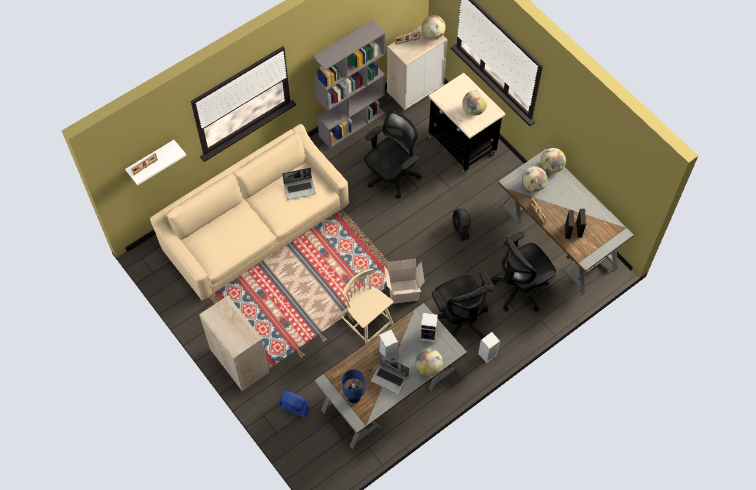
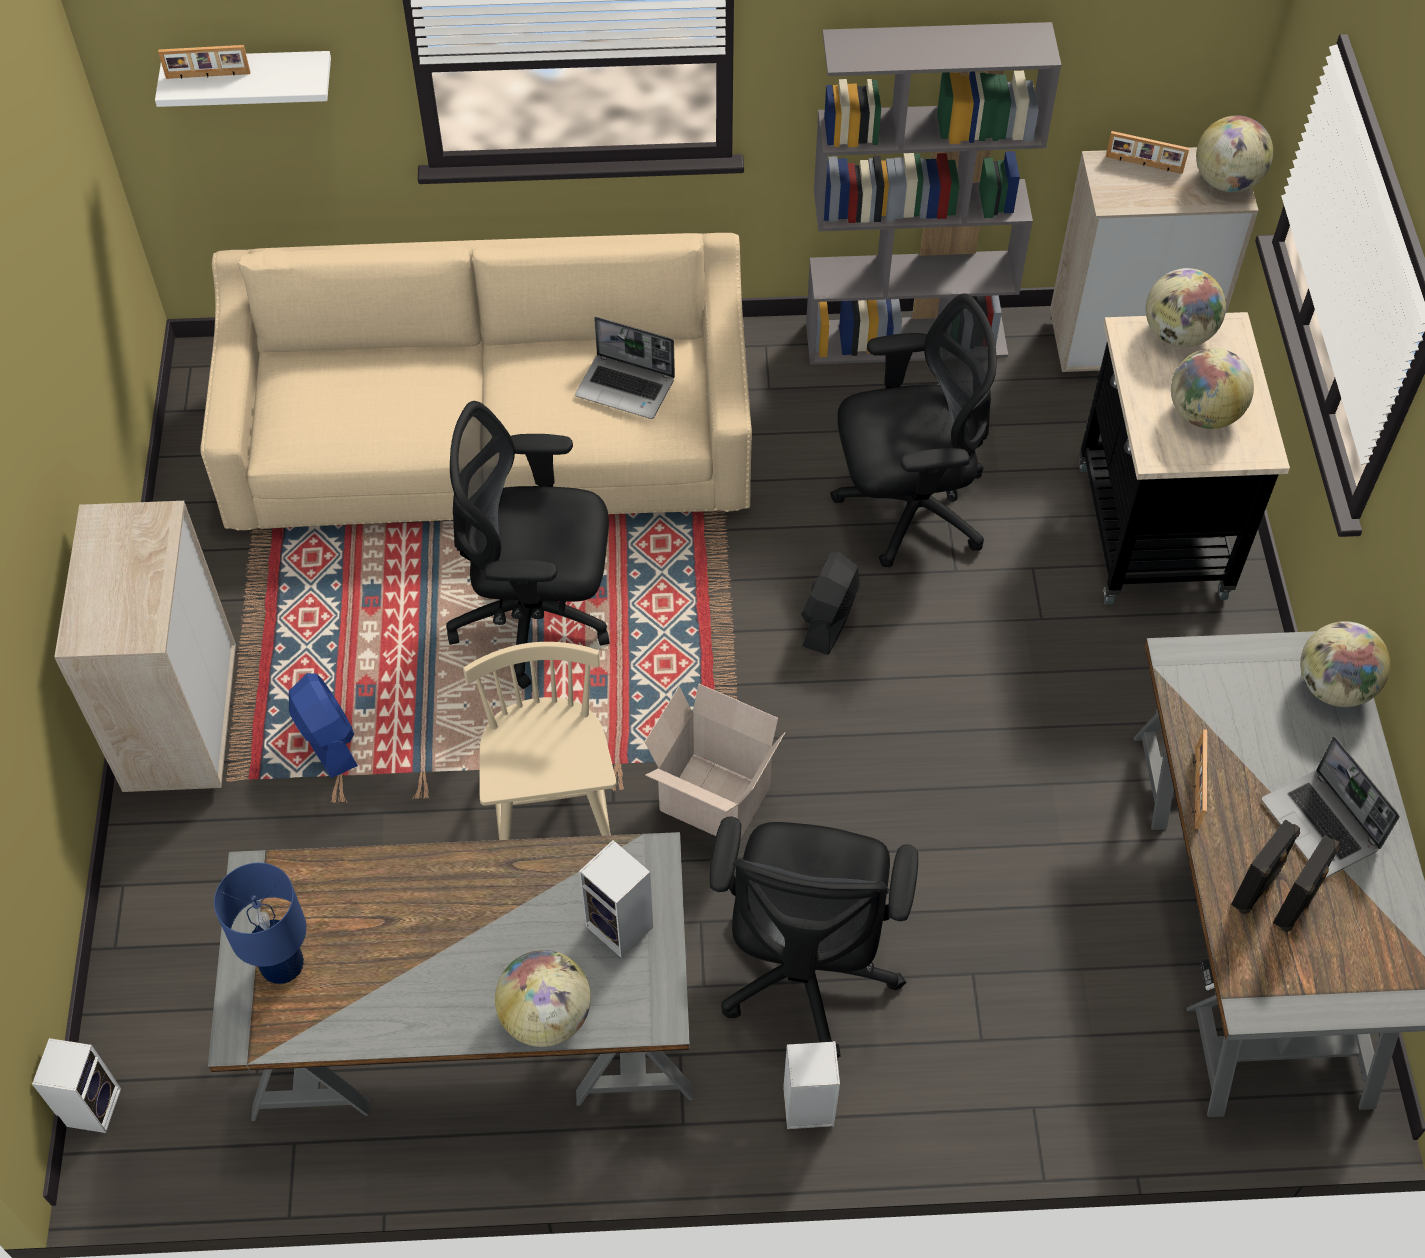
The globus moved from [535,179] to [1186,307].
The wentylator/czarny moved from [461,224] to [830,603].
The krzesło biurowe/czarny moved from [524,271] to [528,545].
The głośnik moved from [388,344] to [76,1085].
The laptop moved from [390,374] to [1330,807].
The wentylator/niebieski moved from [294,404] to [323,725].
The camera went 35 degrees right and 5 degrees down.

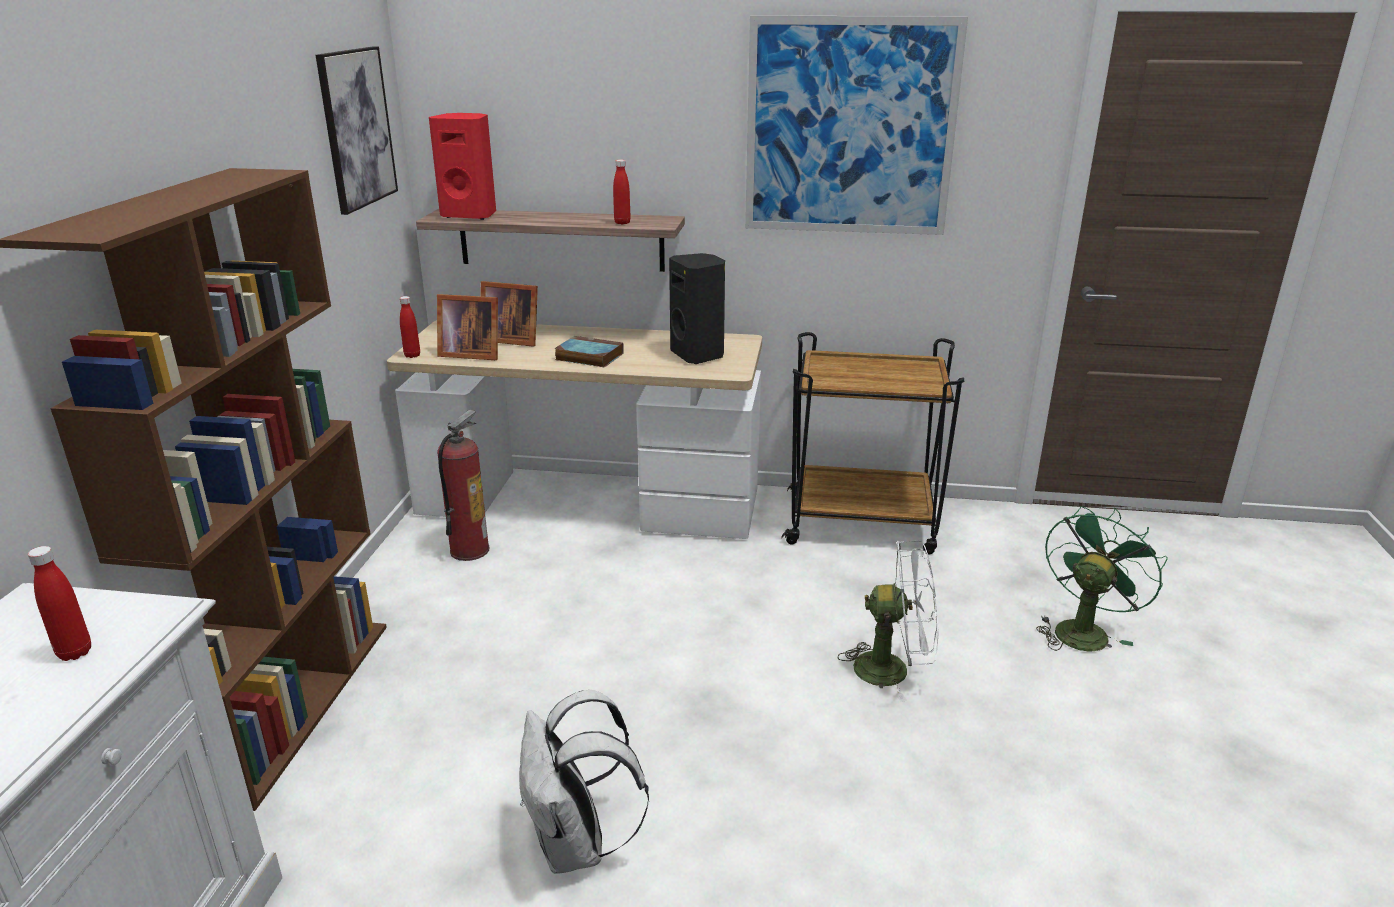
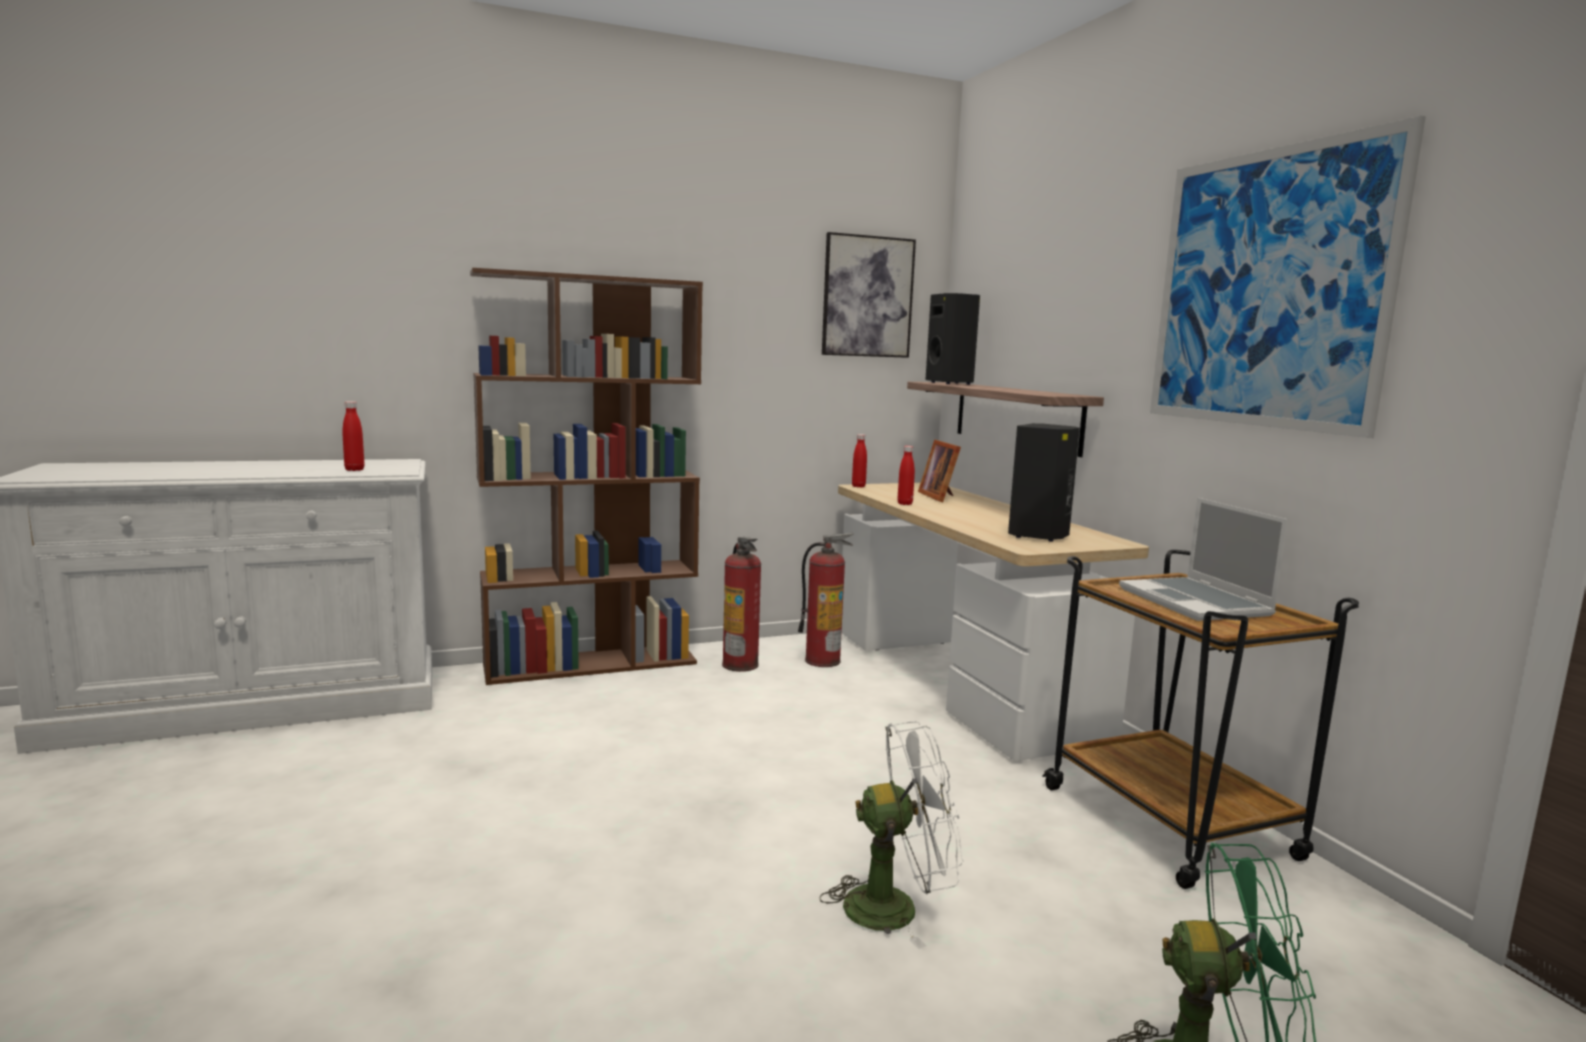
The głośnik/czerwony at [462,166] became the głośnik/czarny at [952,339].
The butelka/czerwony moved from [622,191] to [906,475].
The ramka na zdjęcie at [467,327] disappeared.
The książka at [589,351] disappeared.
The wentylator/biały at [888,621] turned 75 degrees counterclockwise.
The plecak/biały at [584,782] disappeared.
The laptop at [1203,559] appeared.
The gaśnica at [741,604] appeared.
The camera went 60 degrees right and 15 degrees down.

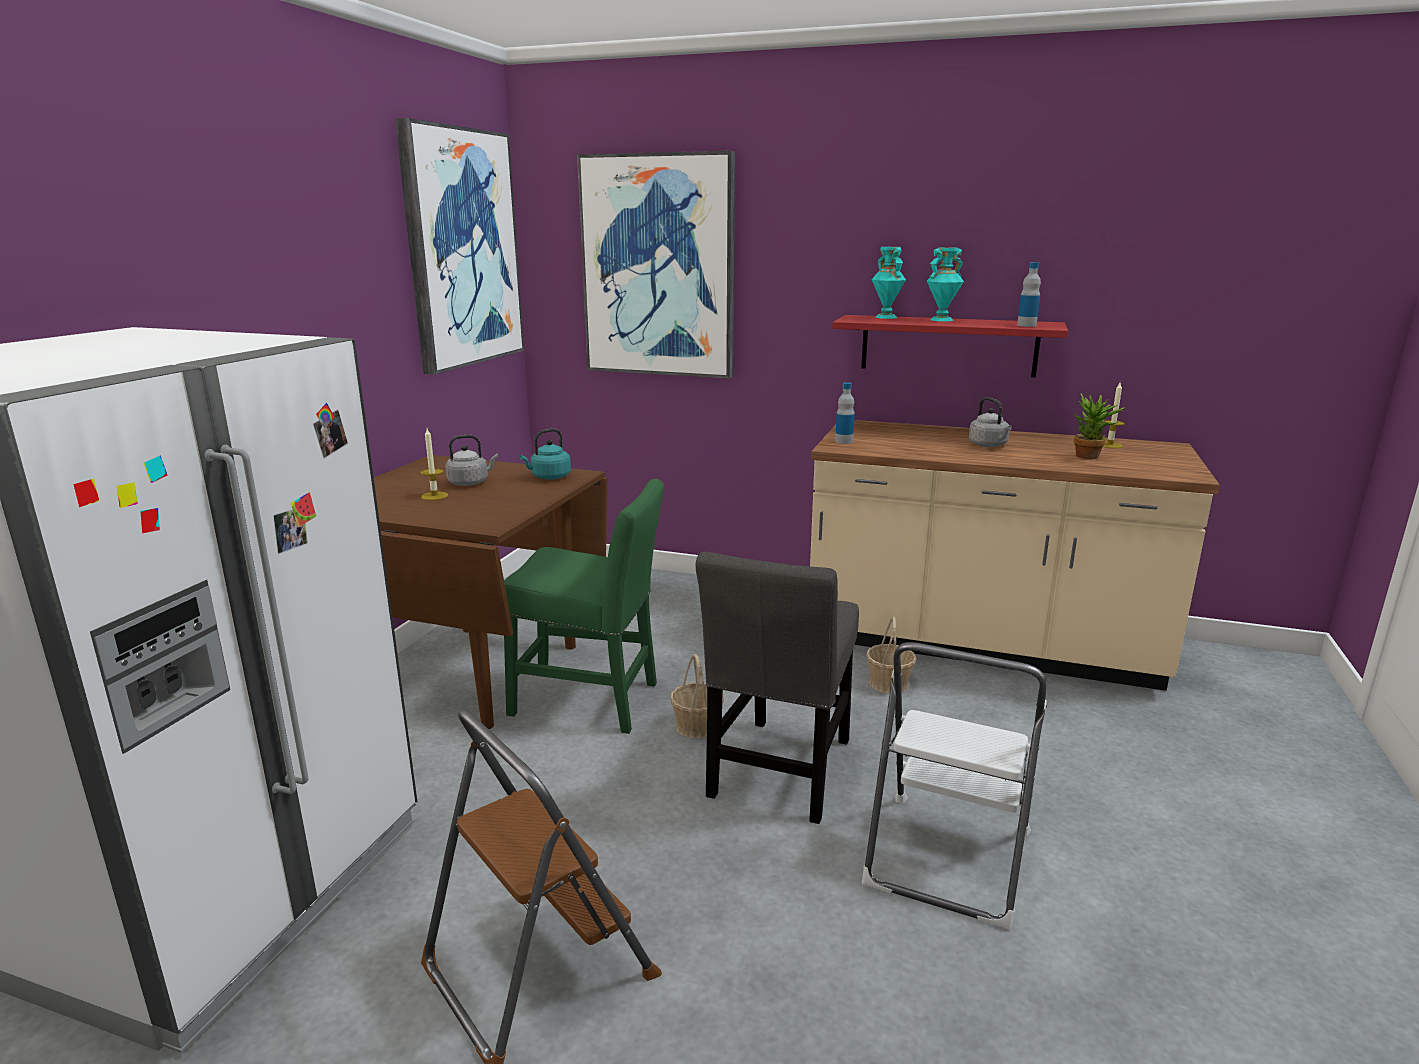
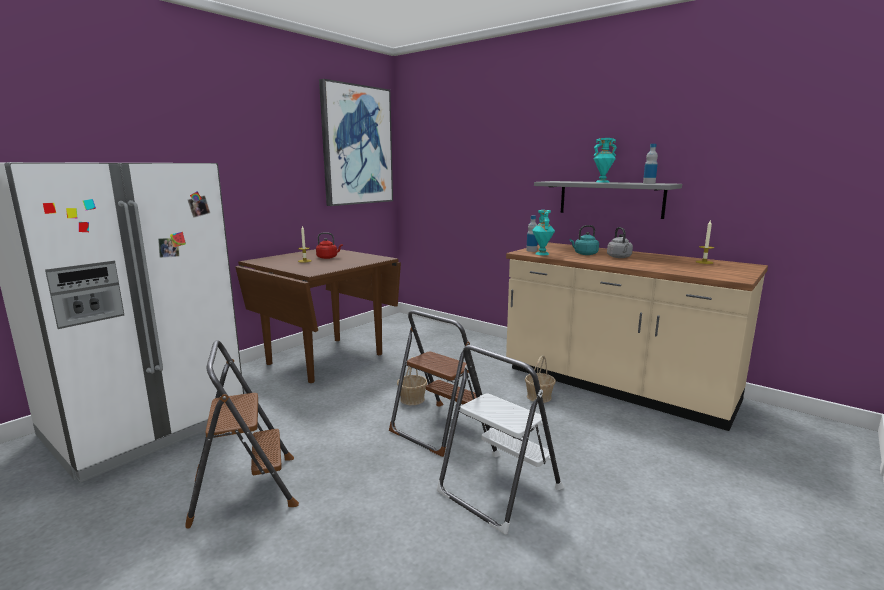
The obraz at [656,264] disappeared.
The wazon/turkusowy moved from [889,283] to [543,232].
The półka/czerwony at [950,346] became the półka/szary at [608,200].
The roślina doniczkowa at [1099,426] disappeared.
The czajnik/turkusowy moved from [545,454] to [584,240].
The czajnik/szary at [471,460] became the czajnik/czerwony at [329,245].
The krzesło/zielony at [584,606] disappeared.
The krzesło/szary at [777,688] was replaced by the drabinka/brązowy at [435,383].
The camera went 20 degrees right and 5 degrees down.

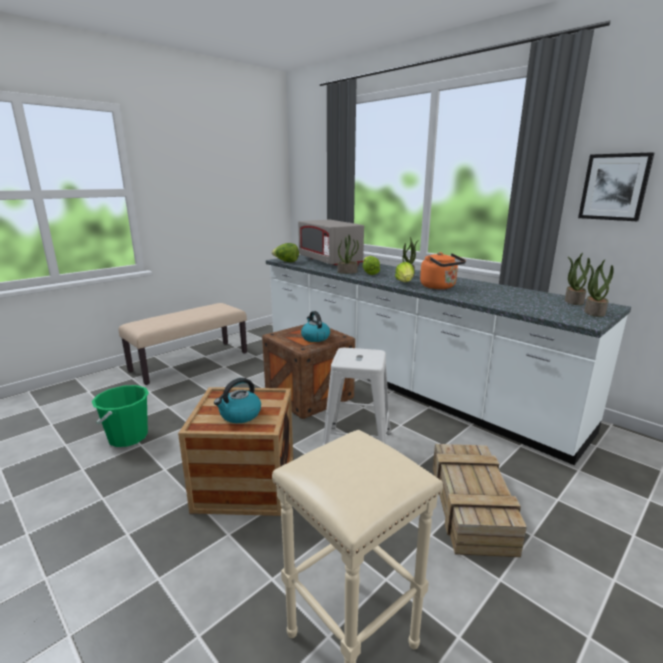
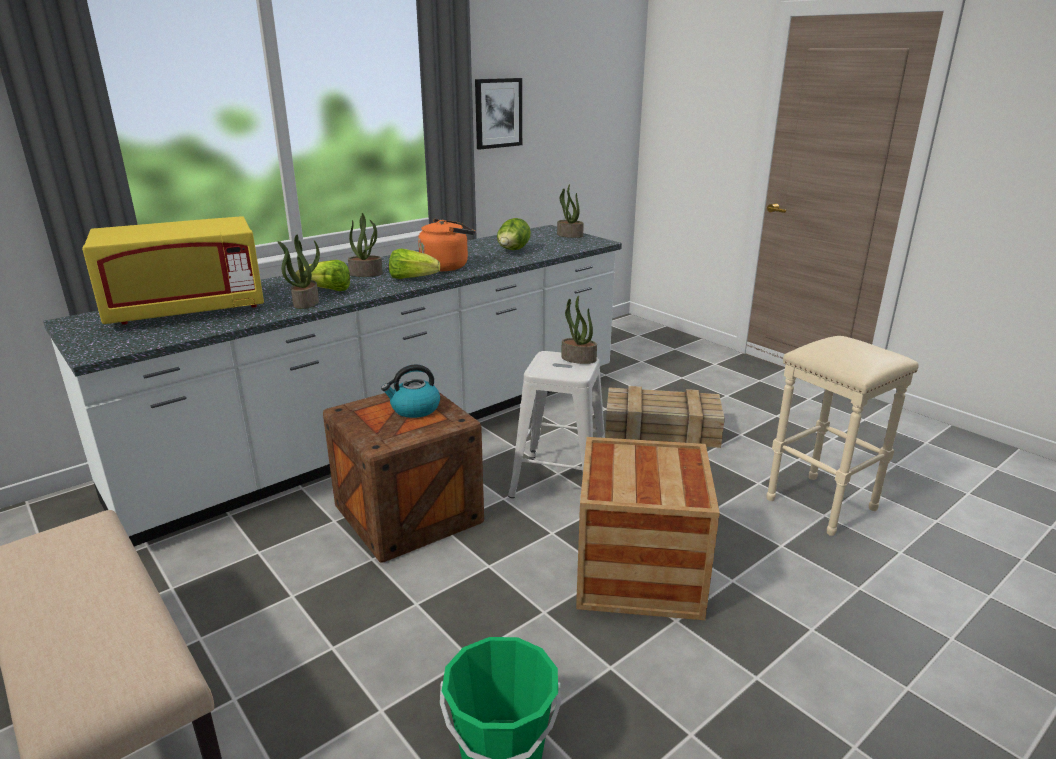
The mikrofalówka/szary at [331,242] became the mikrofalówka/żółty at [173,270].
The sałata moved from [285,252] to [514,234].
The roślina doniczkowa moved from [577,279] to [579,330].
The czajnik at [237,400] disappeared.
The camera went 85 degrees left and 5 degrees up.

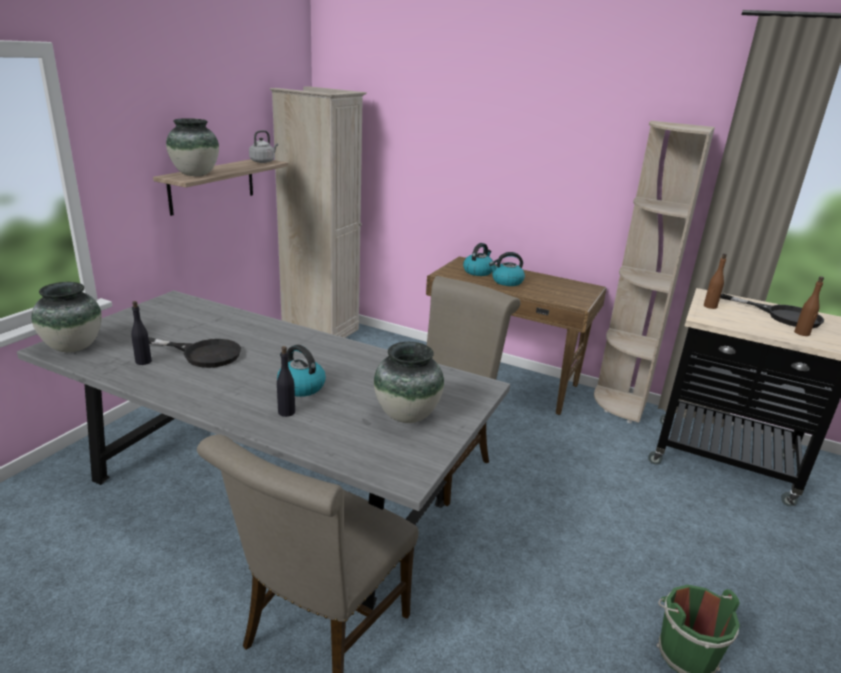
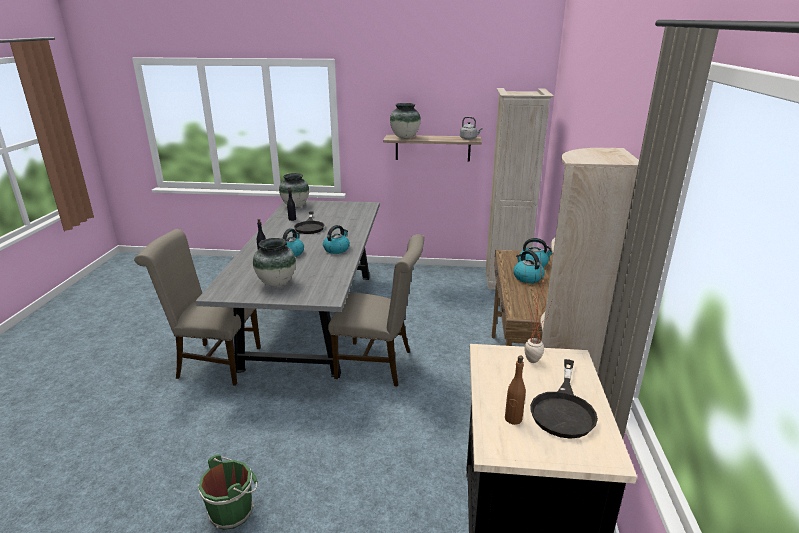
The butelka/brązowy at [715,281] was replaced by the roślina doniczkowa at [538,308].
The czajnik at [336,239] appeared.
The camera went 70 degrees right and 0 degrees up.

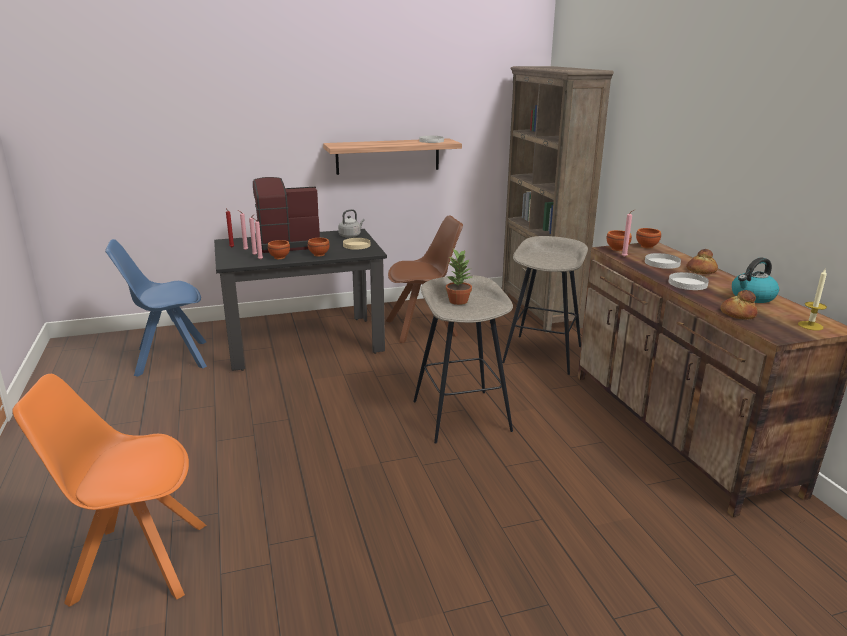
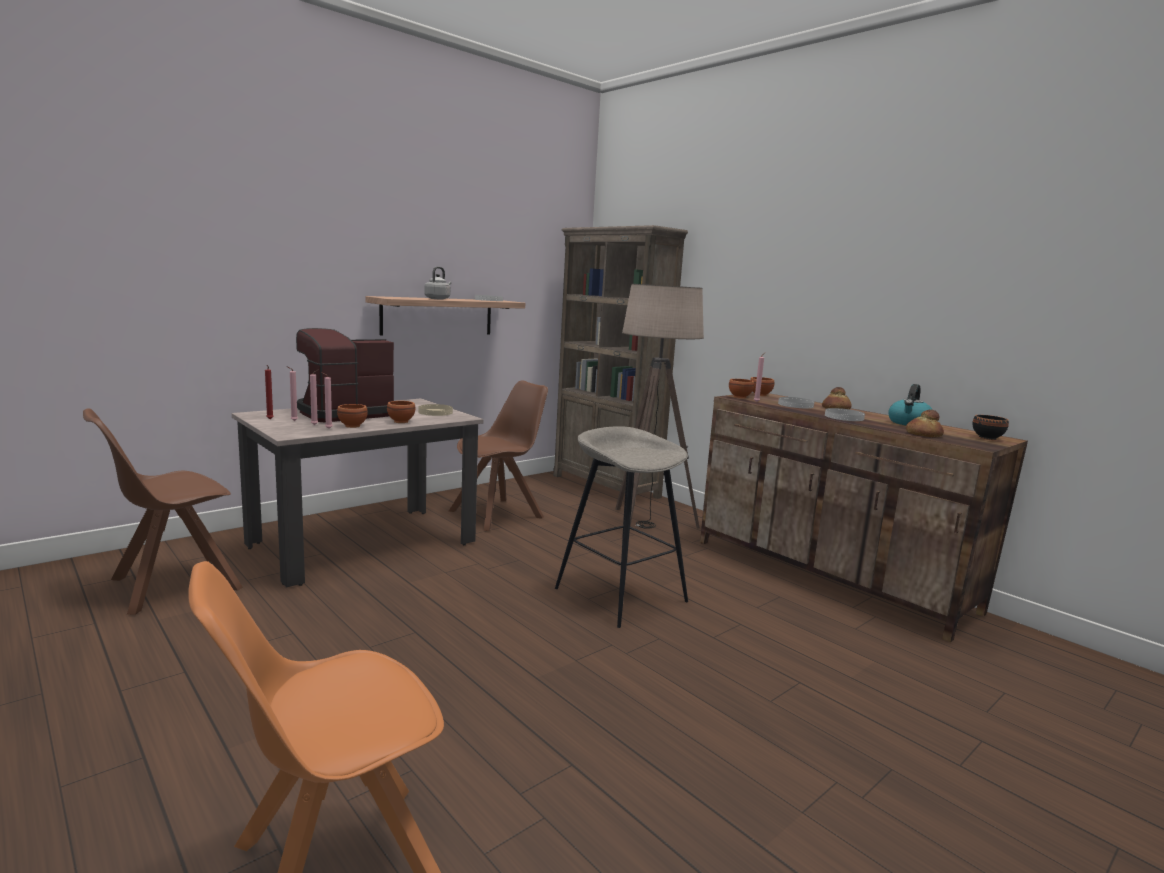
The czajnik/szary moved from [351,223] to [437,283].
The stół jadalny/czarny at [300,300] became the stół jadalny/beżowy at [358,492].
The stołek/szary at [545,305] was replaced by the lampa stojąca at [659,408].
The krzesło/niebieski at [156,308] became the krzesło/brązowy at [162,511].
The roślina doniczkowa at [459,277] disappeared.
The świeca at [812,300] was replaced by the miska/czarny at [990,427].
The camera went 25 degrees left and 10 degrees down.

